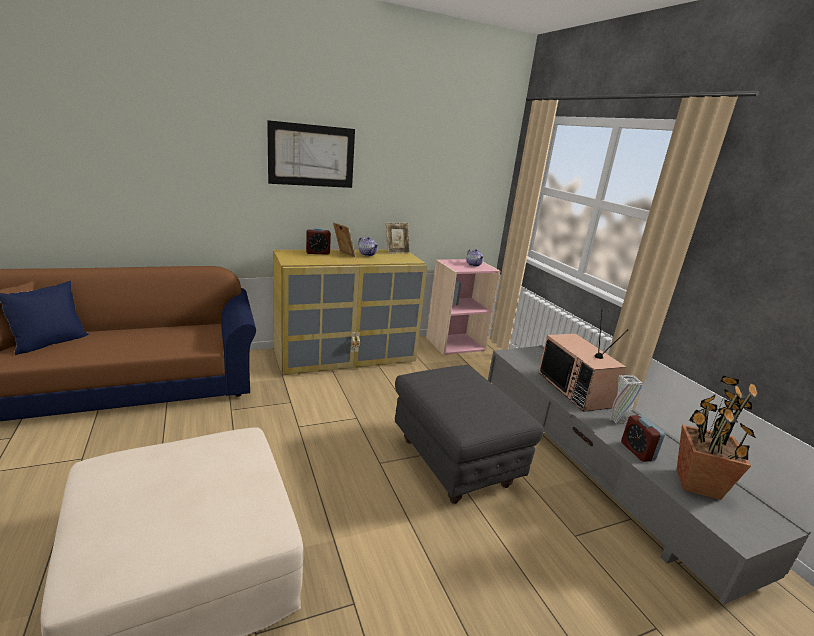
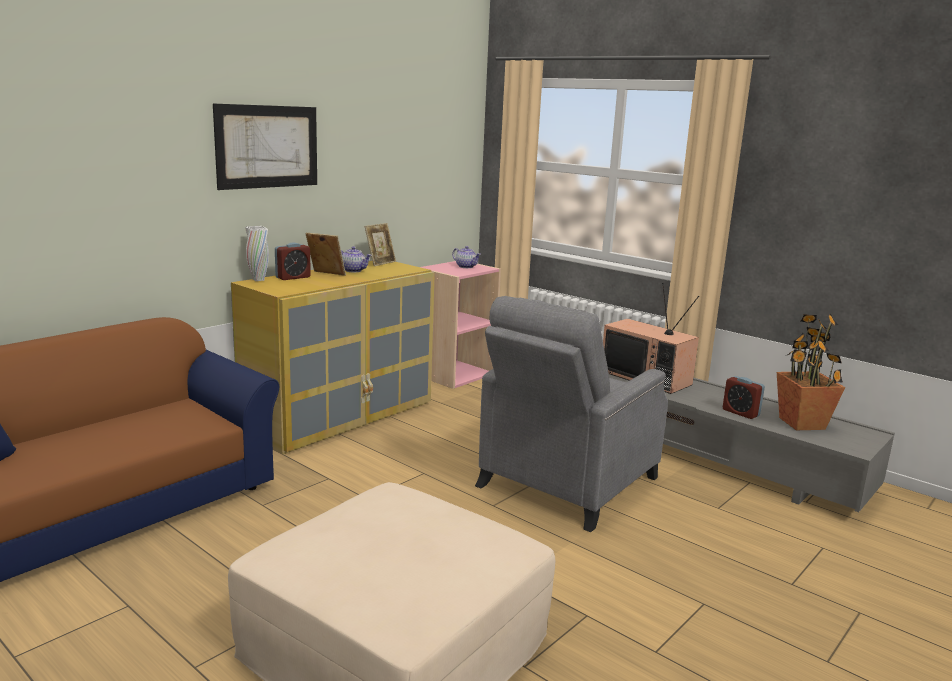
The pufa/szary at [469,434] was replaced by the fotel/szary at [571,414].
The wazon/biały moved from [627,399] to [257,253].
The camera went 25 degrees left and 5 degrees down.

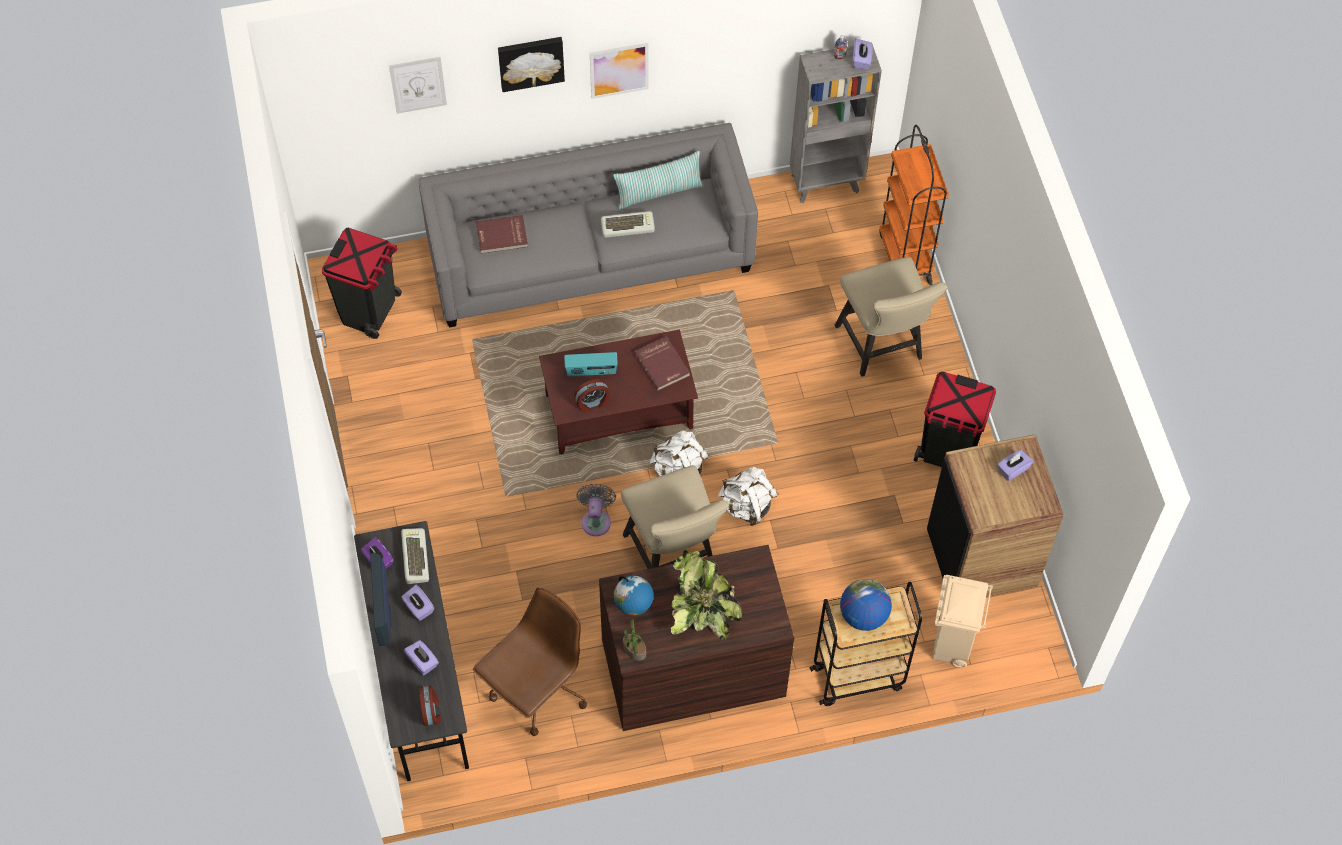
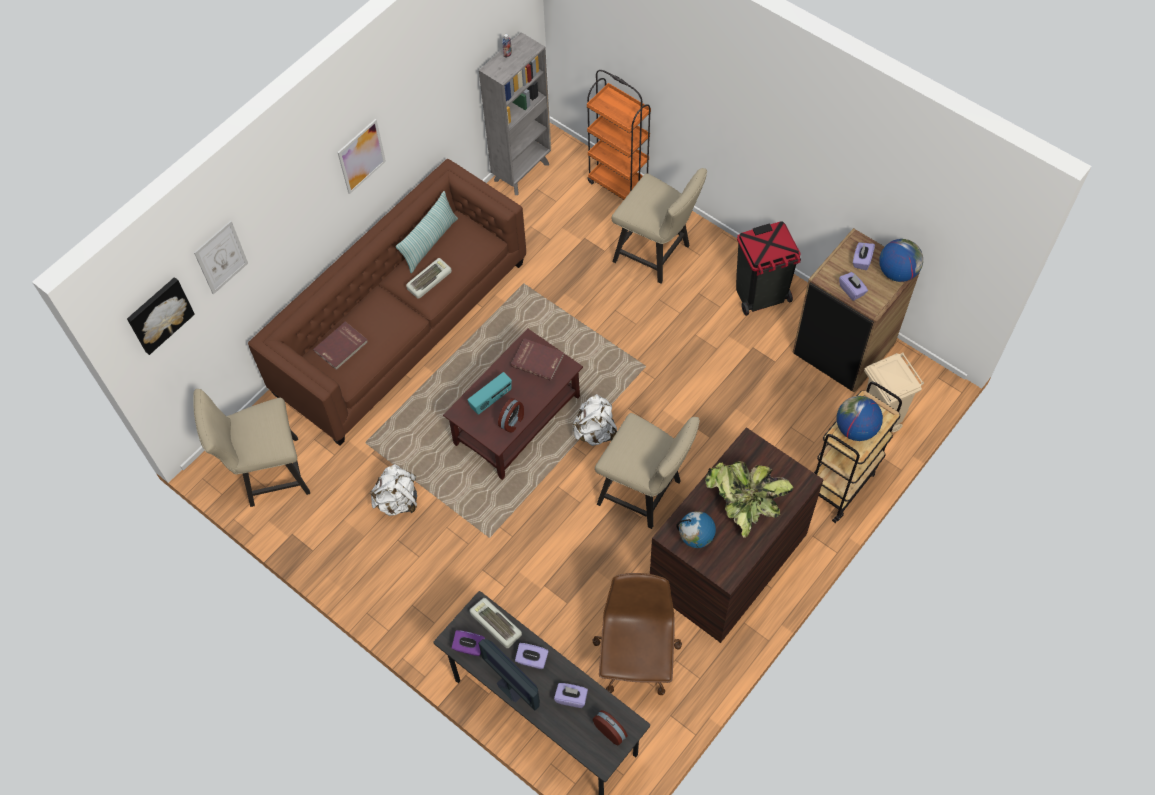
The obraz moved from [531,64] to [161,316].
The pudełko chusteczek/fioletowy moved from [863,54] to [853,286].
The kanapa/szary at [588,225] became the kanapa/brązowy at [387,302].
The kosz na śmieci/czarny at [362,283] was replaced by the krzesło/beżowy at [251,448].
The plecak/biały moved from [748,496] to [393,490].
The wentylator/szary at [596,510] disappeared.
The roślina doniczkowa at [634,640] disappeared.
The globus at [901,260] appeared.
The camera went 35 degrees left and 0 degrees up.

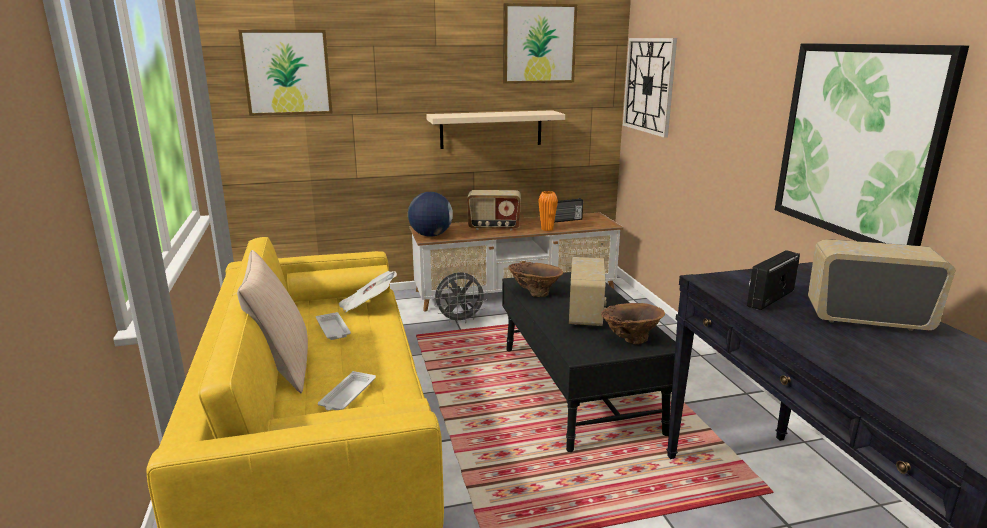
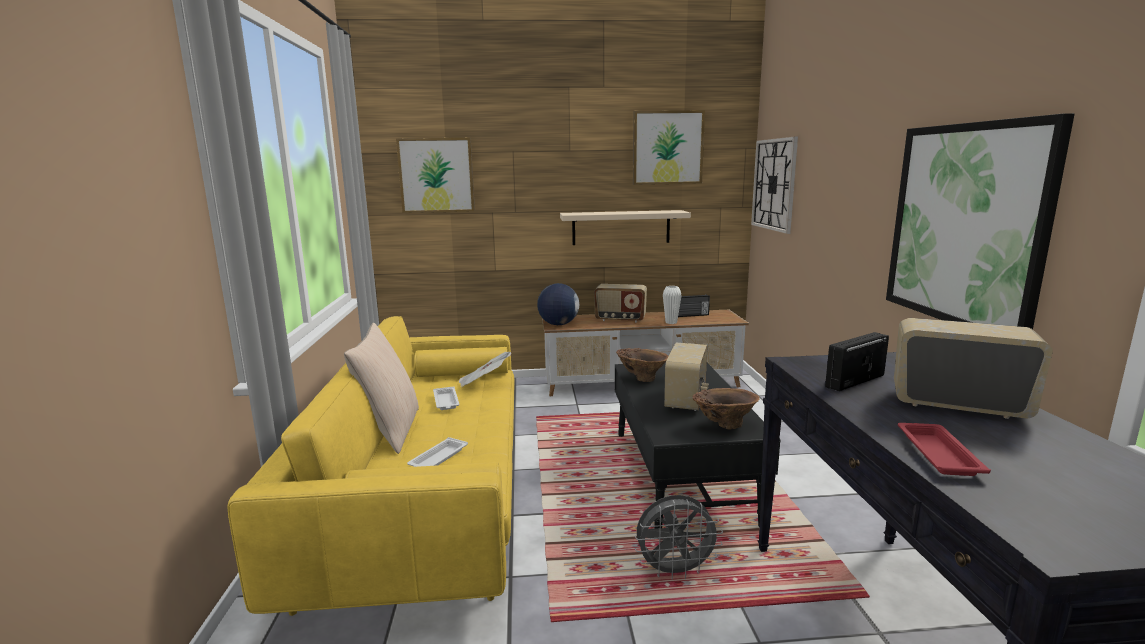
The wazon/pomarańczowy at [548,211] became the wazon/biały at [672,305].
The wentylator/szary moved from [460,298] to [679,537].
The taca/czerwony at [944,449] appeared.
The camera went 10 degrees right and 5 degrees down.

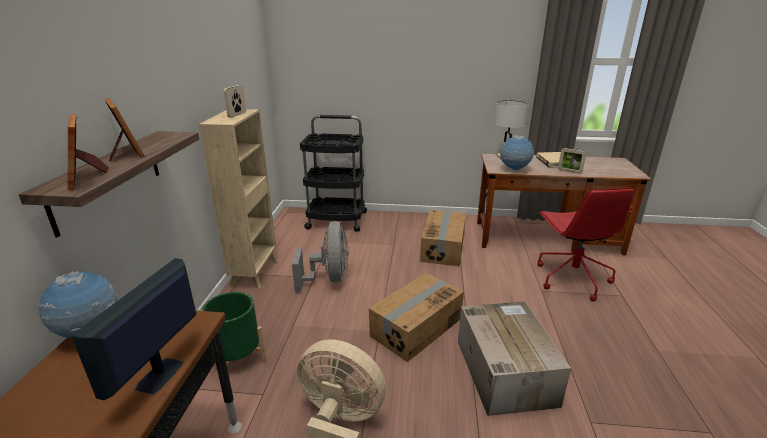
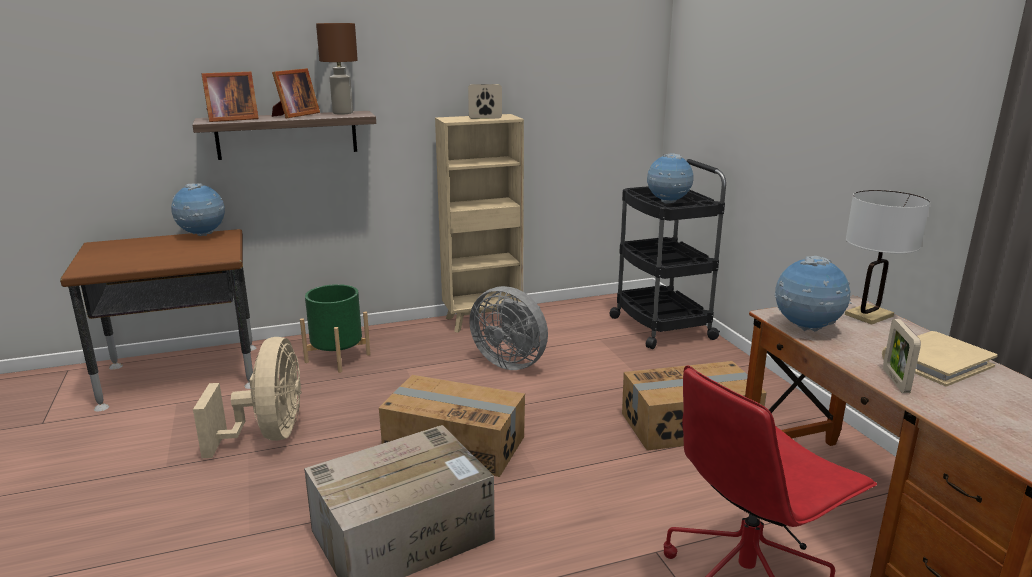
The ramka na zdjęcie at [88,152] turned 150 degrees counterclockwise.
The wentylator/szary at [320,256] turned 60 degrees clockwise.
The monitor at [134,329] disappeared.
The lampa stołowa/brązowy at [337,68] appeared.
The globus at [670,178] appeared.
The camera went 65 degrees right and 5 degrees down.

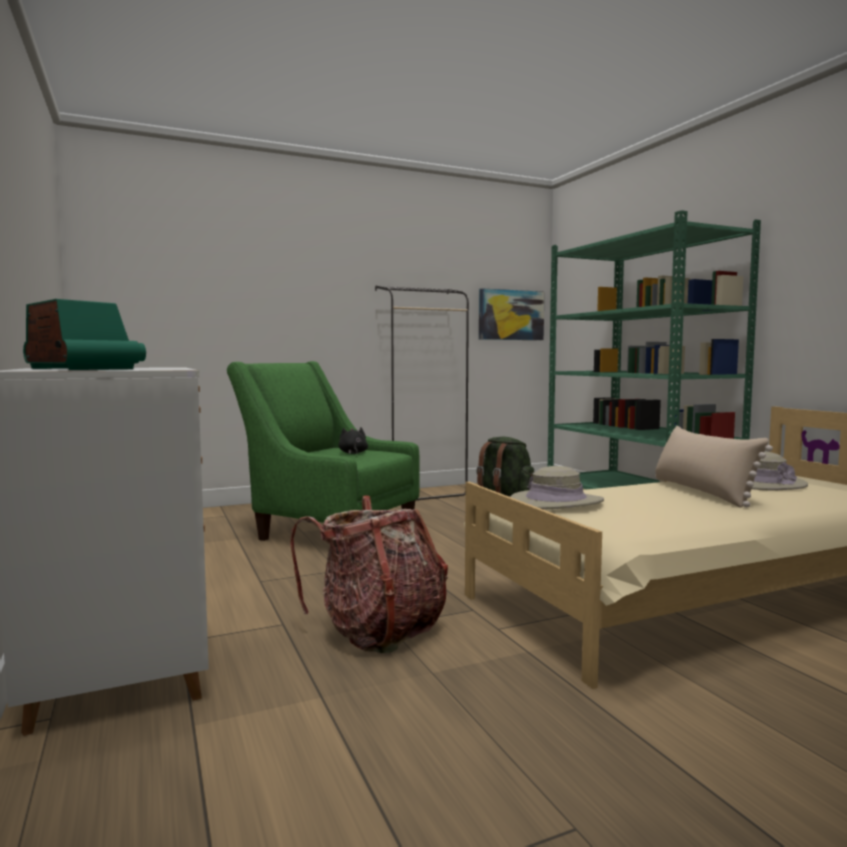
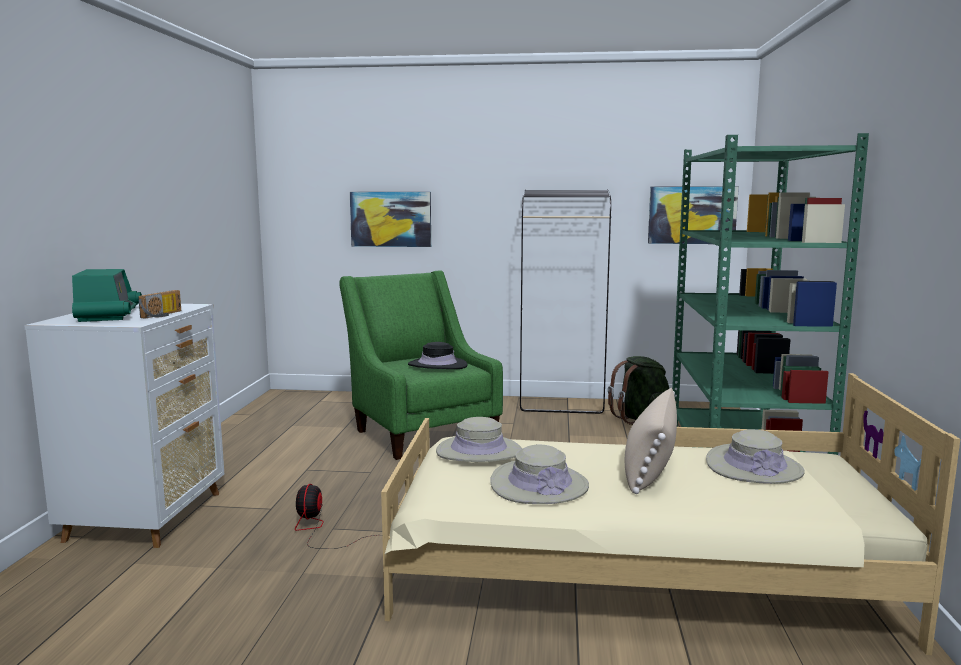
The pluszak/czarny at [353,440] was replaced by the kapelusz/czarny at [438,355].
The plecak at [369,574] was replaced by the wentylator at [335,516].
The obraz at [390,219] appeared.
The radio at [159,304] appeared.
The kapelusz/beżowy at [540,474] appeared.
The camera went 30 degrees right and 5 degrees up.

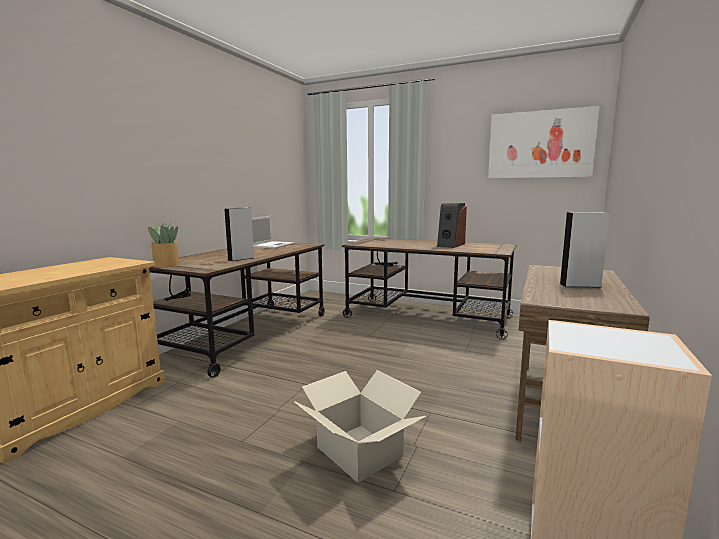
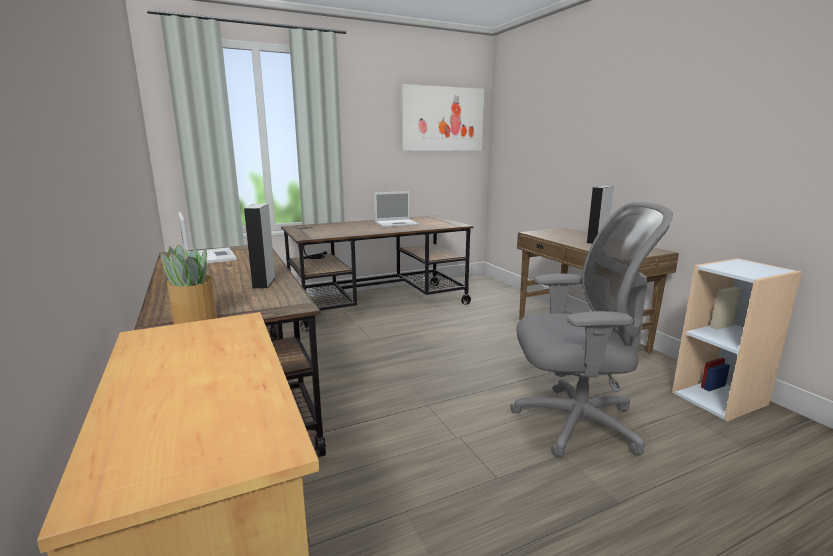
The głośnik at [452,225] was replaced by the laptop at [397,209].
The karton at [360,426] was replaced by the krzesło biurowe/szary at [591,329].
The camera went 50 degrees left and 5 degrees up.

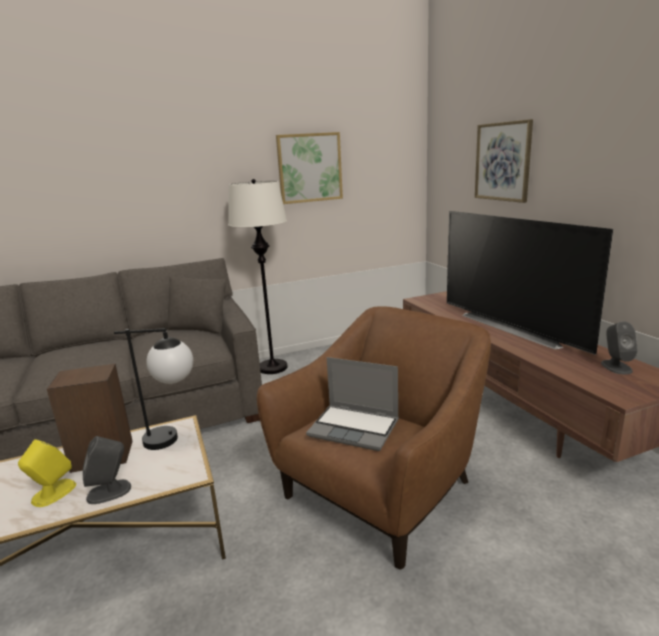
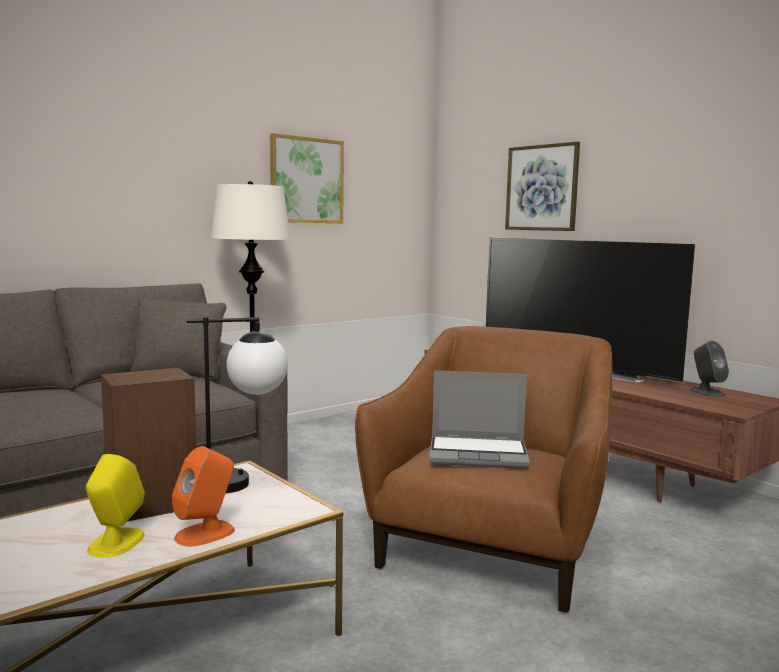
The głośnik/szary at [107,470] became the głośnik/pomarańczowy at [203,496].
The camera went 20 degrees left and 10 degrees down.

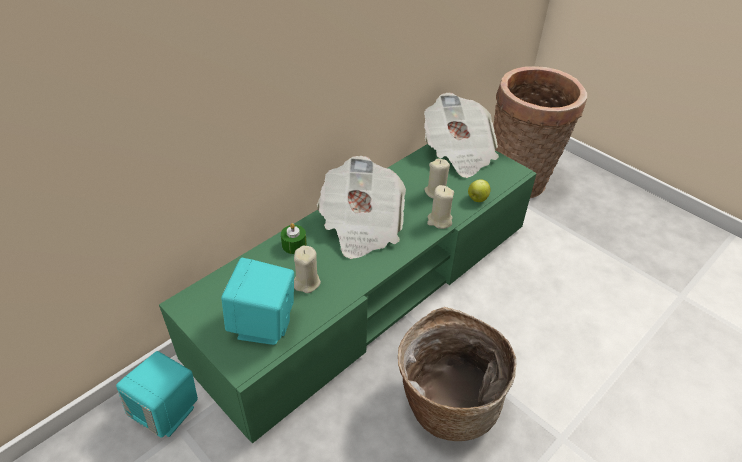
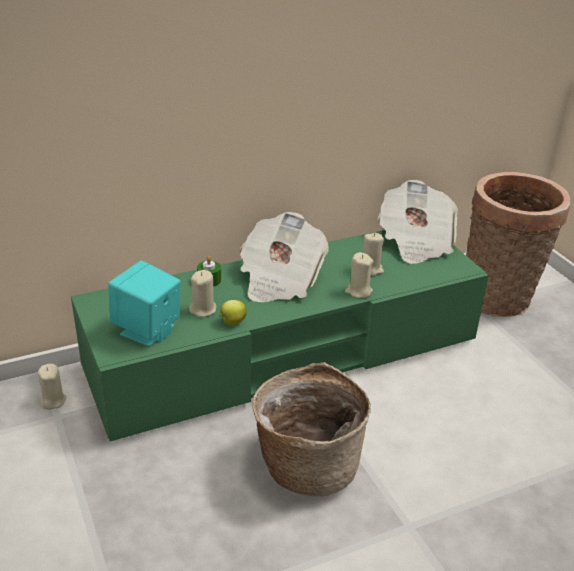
The jabłko moved from [479,190] to [233,313].
The głośnik/turkusowy at [157,394] was replaced by the świeca/beżowy at [52,387].
The camera went 20 degrees right and 10 degrees down.

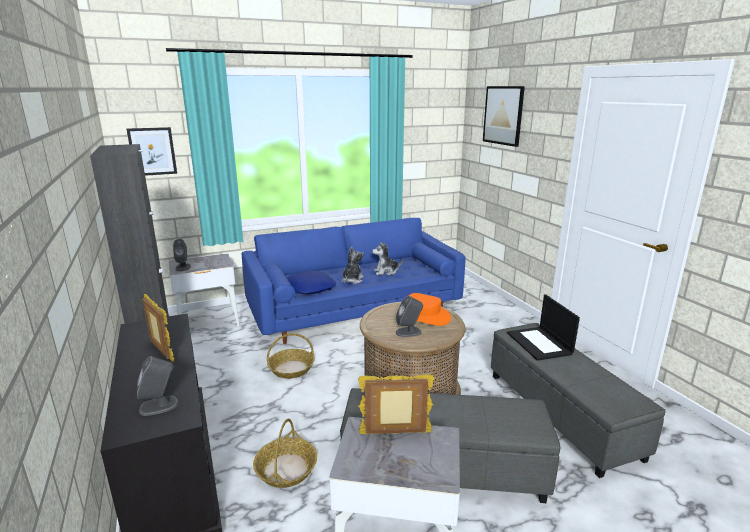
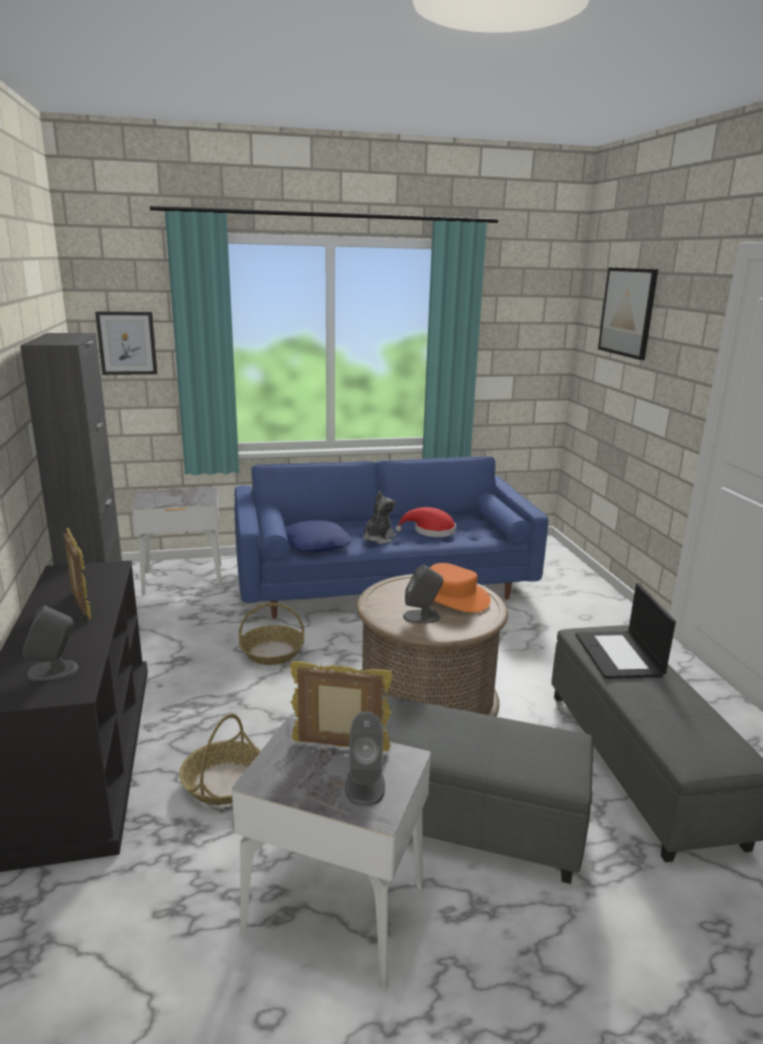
The głośnik/szary moved from [182,255] to [365,759].
The pluszak at [387,259] was replaced by the kapelusz/czerwony at [425,522].
The camera went 10 degrees right and 0 degrees up.

